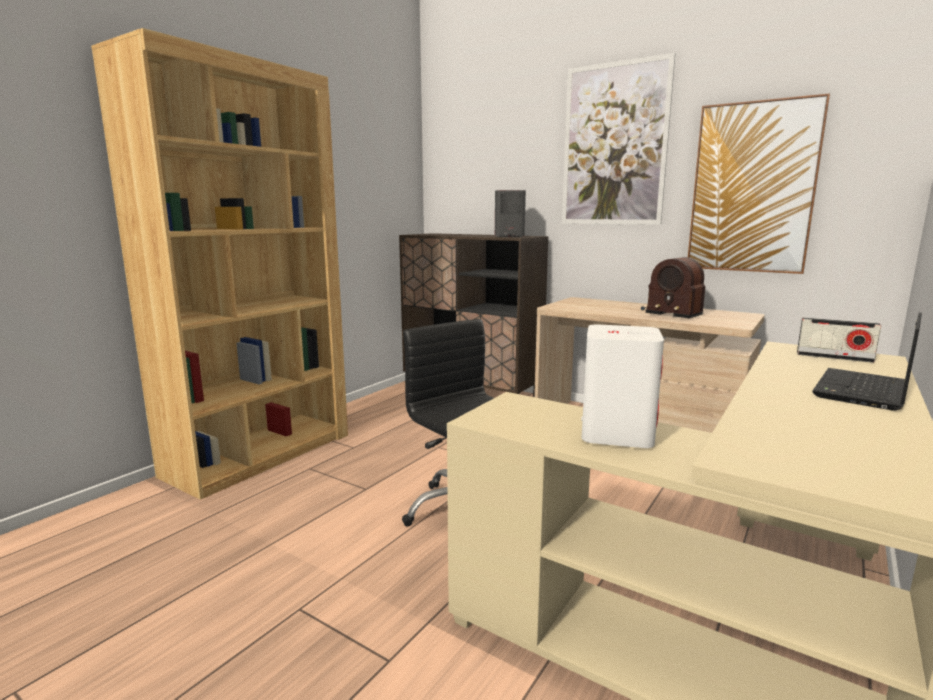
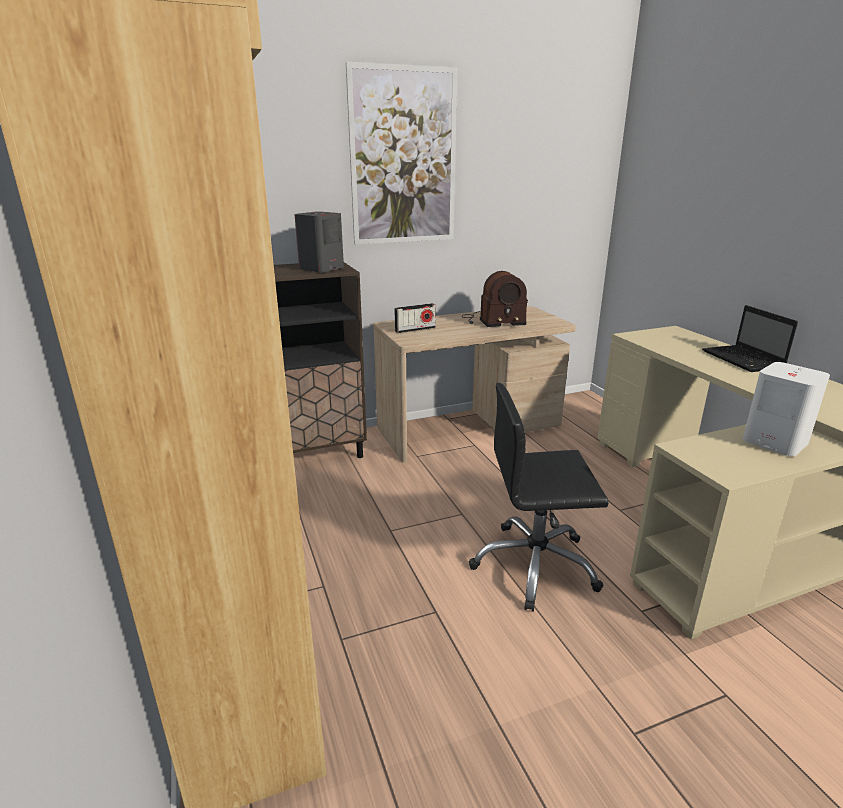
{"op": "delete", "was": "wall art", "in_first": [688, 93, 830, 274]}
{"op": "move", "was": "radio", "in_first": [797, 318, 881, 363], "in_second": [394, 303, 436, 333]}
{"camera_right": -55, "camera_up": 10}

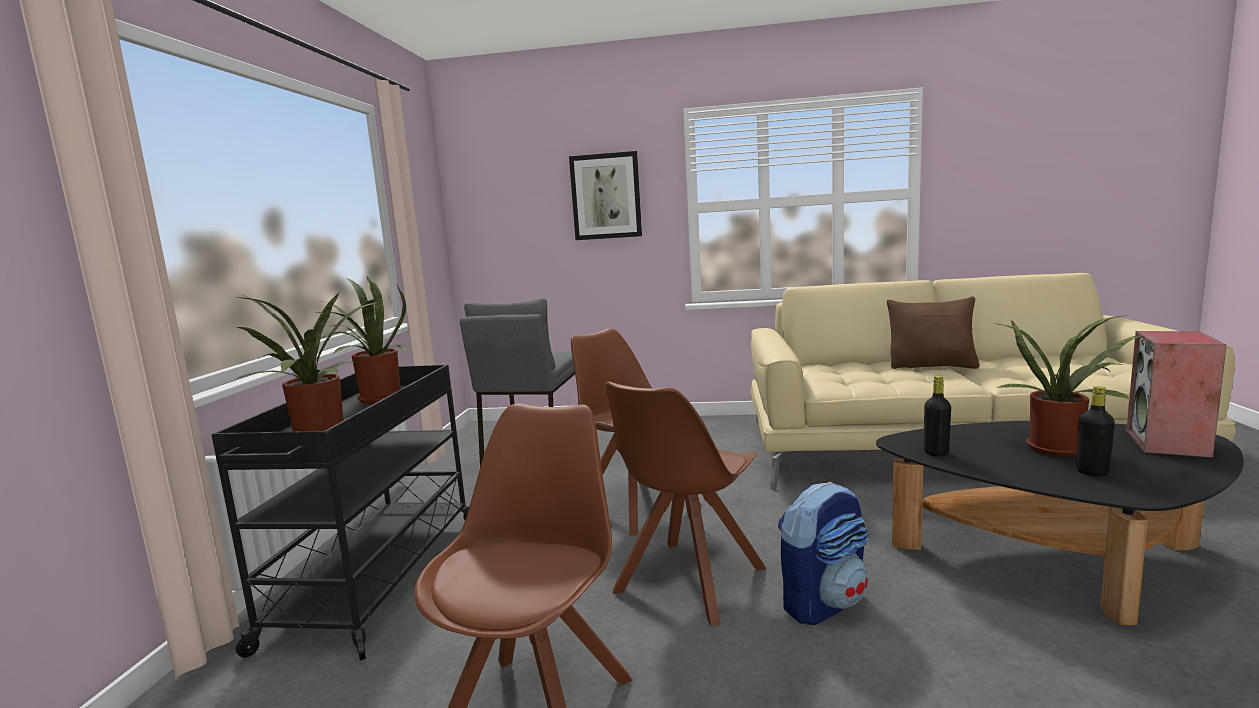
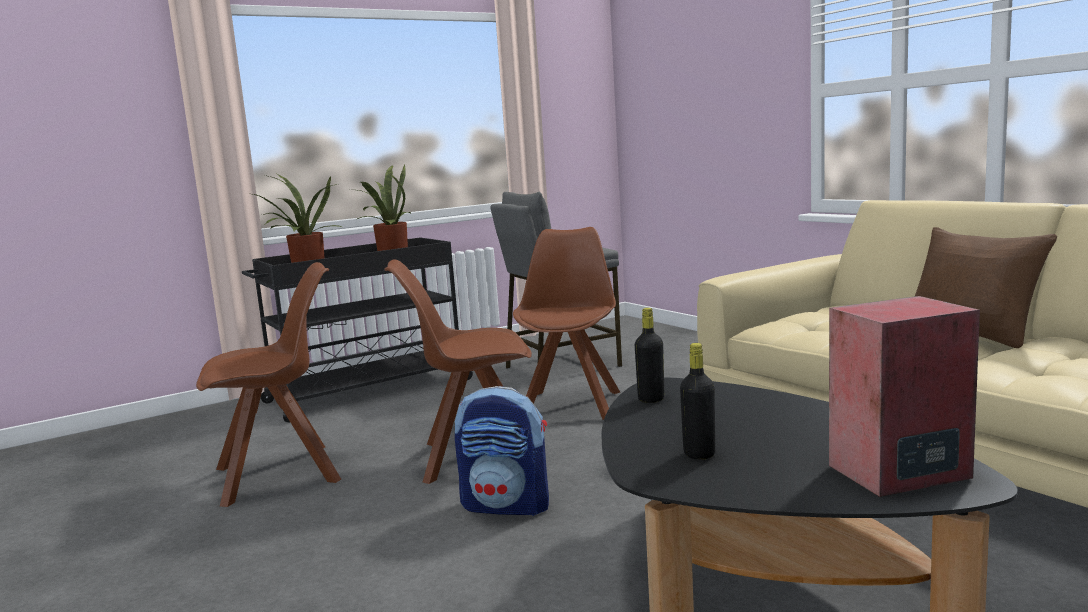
{"op": "delete", "was": "wall art", "in_first": [569, 151, 642, 240]}
{"op": "delete", "was": "plant in a pot", "in_first": [994, 315, 1142, 456]}
{"camera_right": 50, "camera_up": 0}

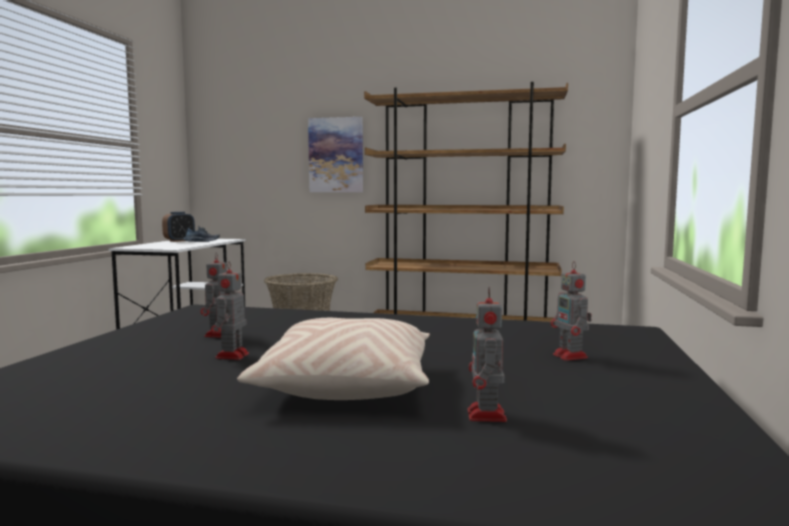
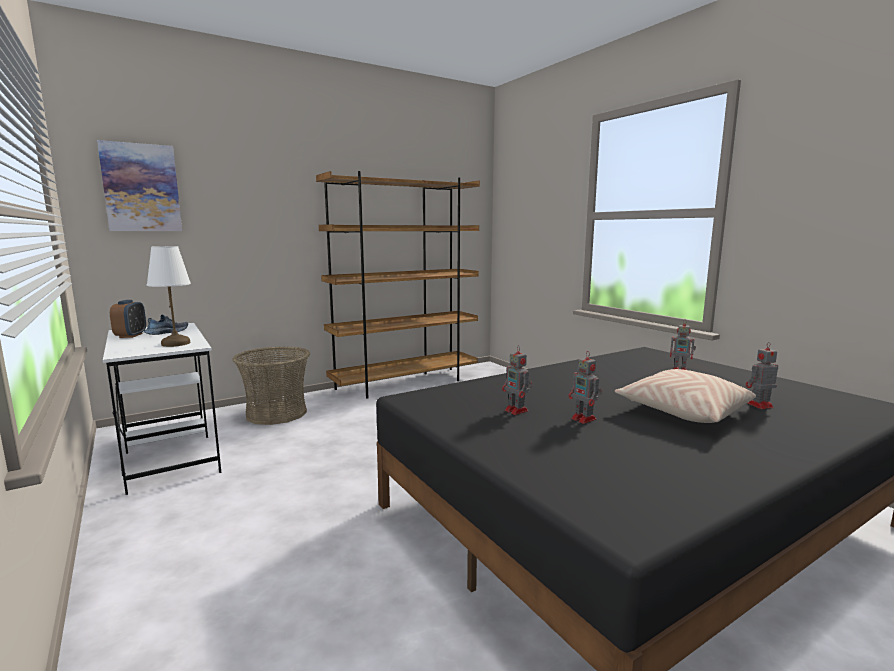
{"op": "move", "was": "wall art", "in_first": [308, 117, 363, 192], "in_second": [97, 140, 182, 231]}
{"op": "rotate", "was": "robot figure", "in_first": [467, 286, 507, 422], "in_second": [746, 342, 778, 409], "clockwise": 120}
{"op": "insert", "now": "white table lamp", "in_second": [147, 246, 191, 347]}
{"camera_right": -45, "camera_up": 5}

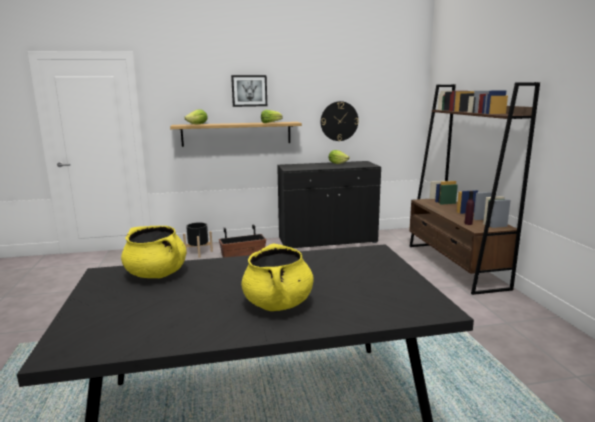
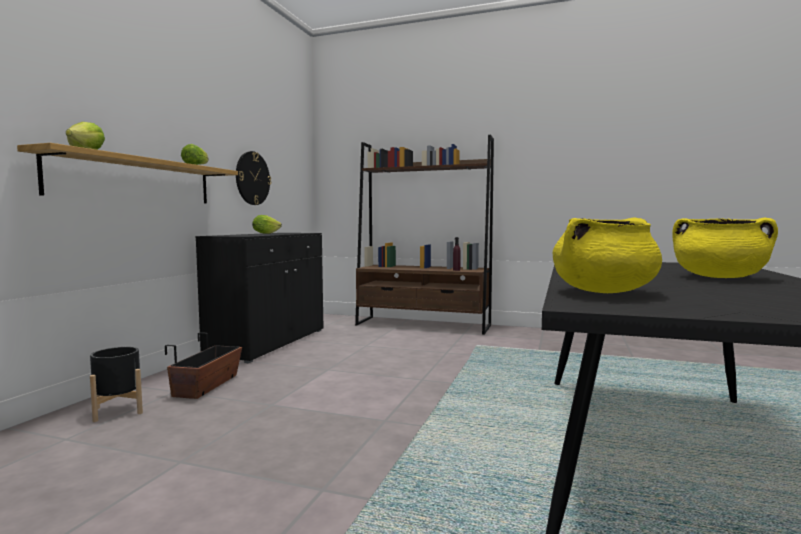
{"op": "delete", "was": "wall art", "in_first": [231, 75, 267, 107]}
{"camera_right": -60, "camera_up": -10}

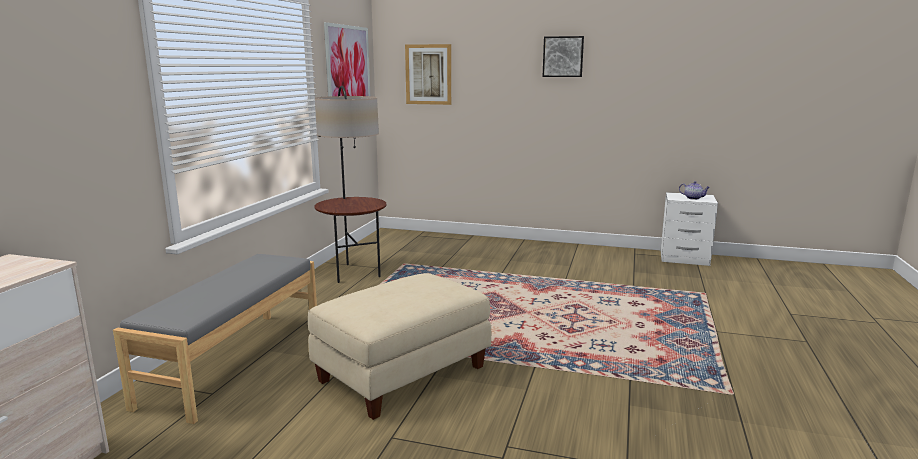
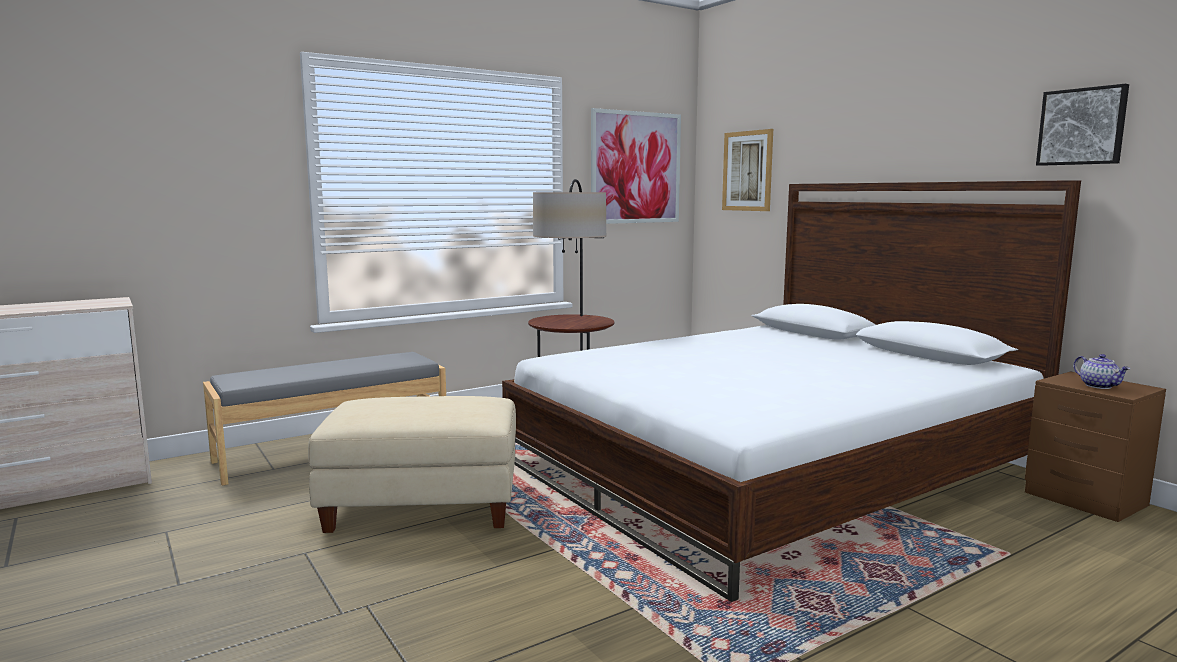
{"op": "move", "was": "wall art", "in_first": [542, 36, 584, 77], "in_second": [1036, 84, 1129, 166]}
{"op": "recolor", "was": "white night table", "now": "brownish night table", "in_first": [661, 192, 718, 266], "in_second": [1025, 372, 1166, 522]}
{"op": "insert", "now": "sleeping bed", "in_second": [502, 180, 1081, 602]}
{"camera_right": 40, "camera_up": -5}

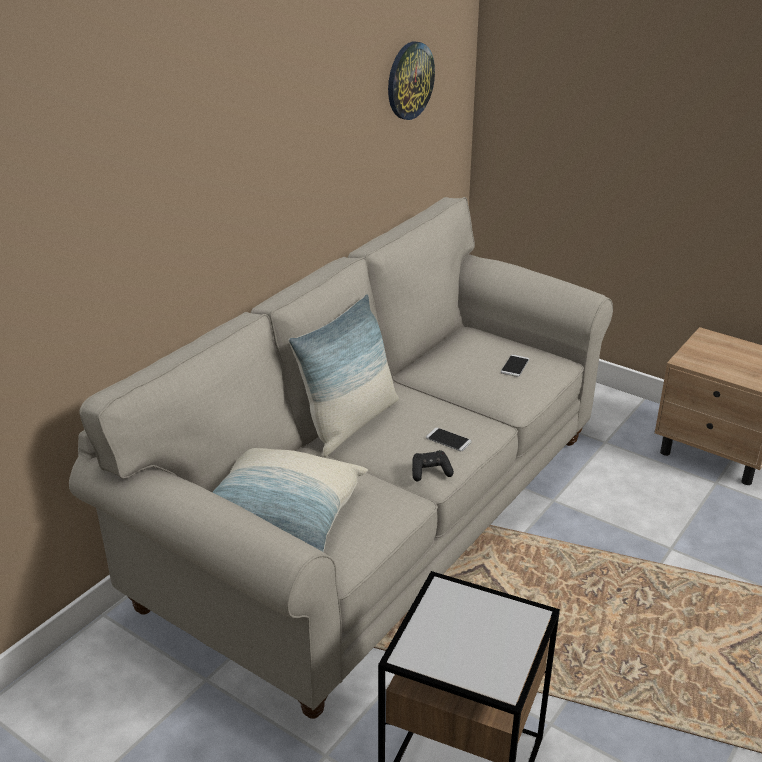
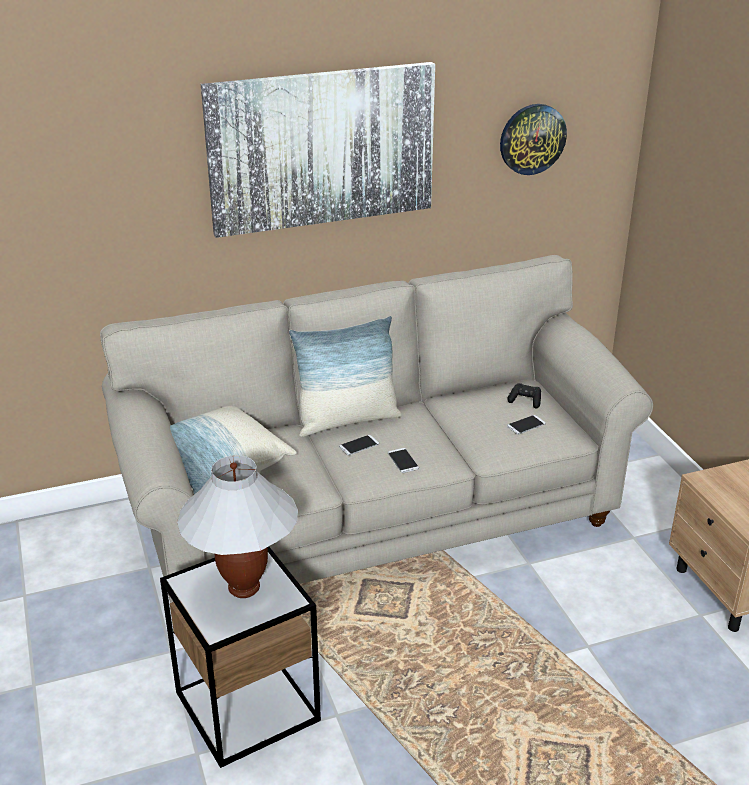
{"op": "move", "was": "blackish game controller", "in_first": [412, 450, 454, 482], "in_second": [507, 383, 541, 409]}
{"op": "insert", "now": "wall art", "in_second": [201, 62, 435, 238]}
{"op": "insert", "now": "telephone", "in_second": [339, 435, 379, 455]}
{"op": "insert", "now": "white table lamp", "in_second": [177, 455, 298, 598]}
{"camera_right": 35, "camera_up": 0}

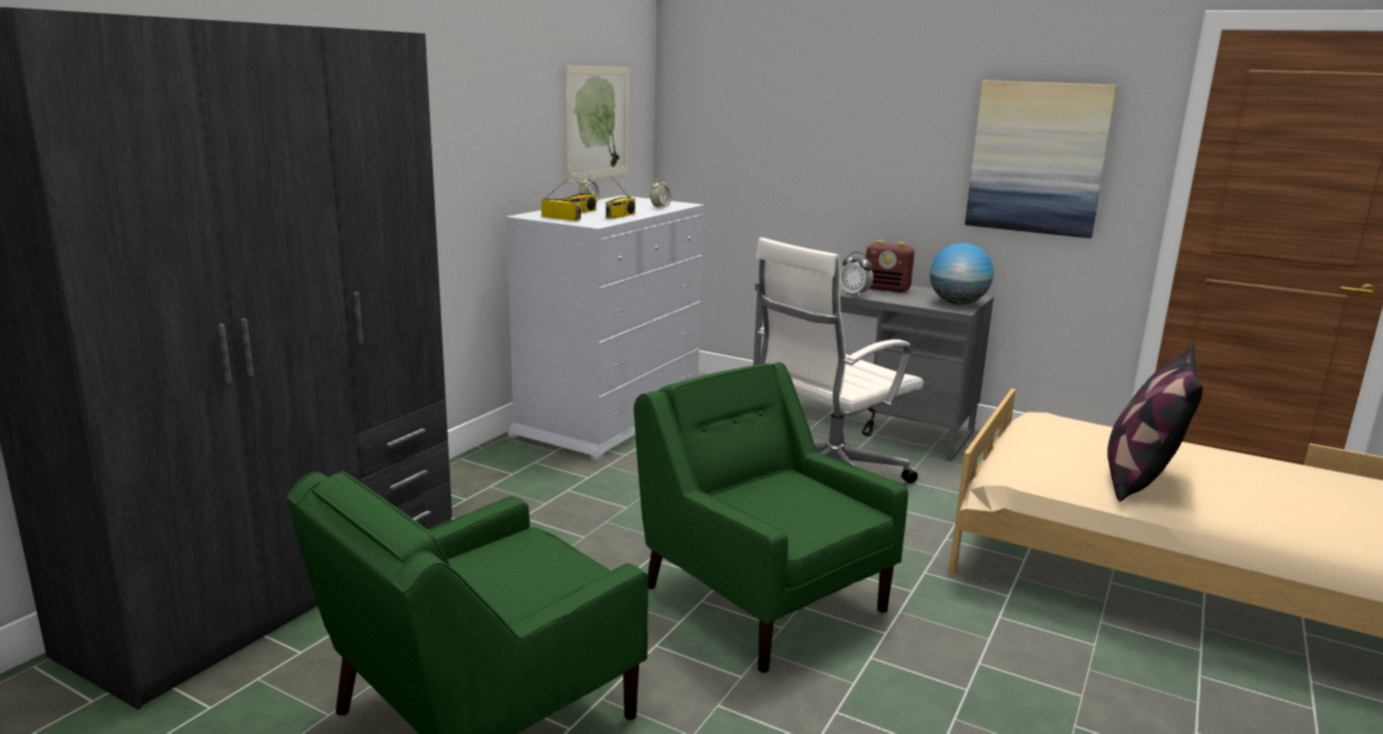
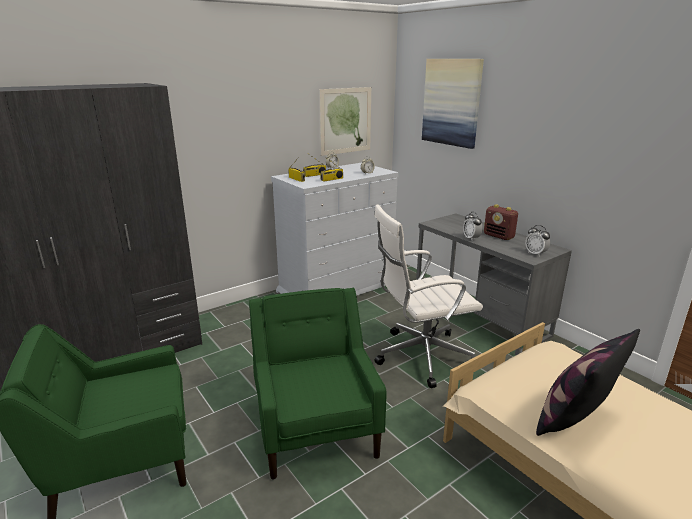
{"op": "move", "was": "wall art", "in_first": [965, 80, 1117, 238], "in_second": [422, 59, 484, 149]}
{"op": "replace", "was": "globe", "now": "table clock", "in_first": [930, 243, 994, 305], "in_second": [525, 225, 550, 257]}
{"camera_right": 25, "camera_up": 5}

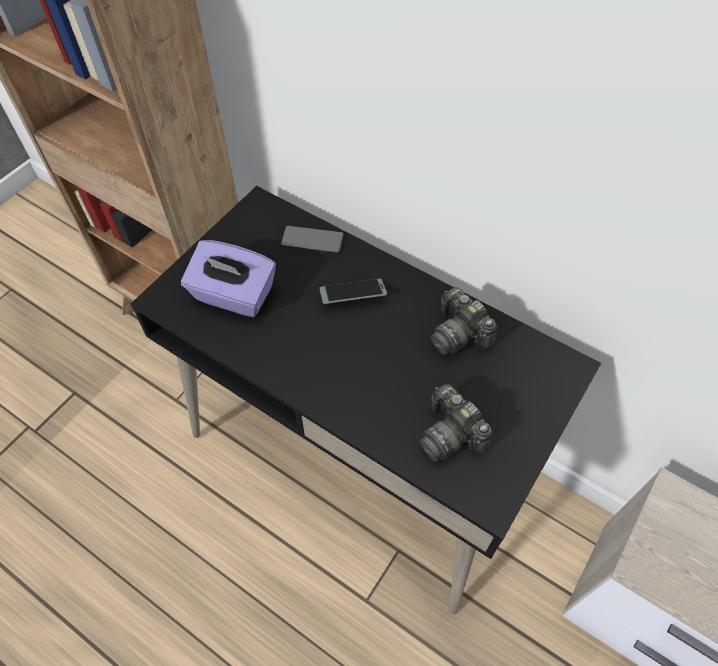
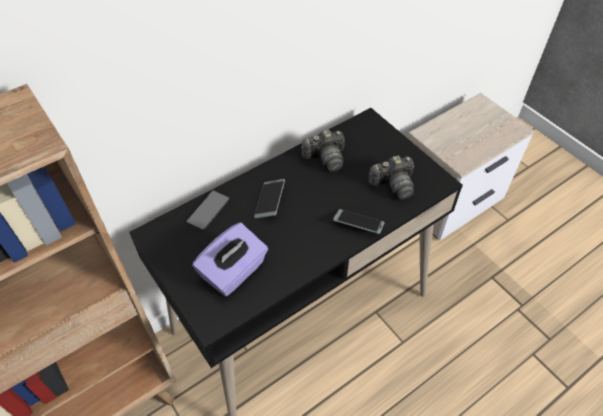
{"op": "insert", "now": "telephone", "in_second": [333, 209, 385, 234]}
{"camera_right": -70, "camera_up": -5}

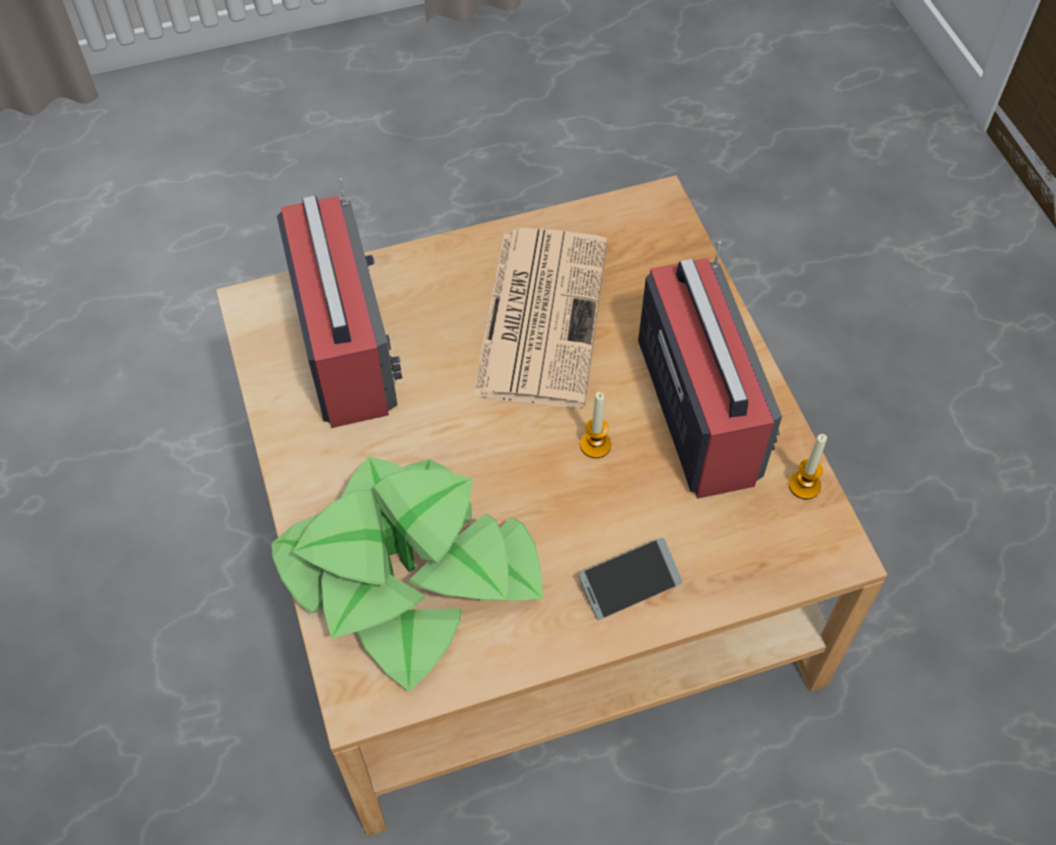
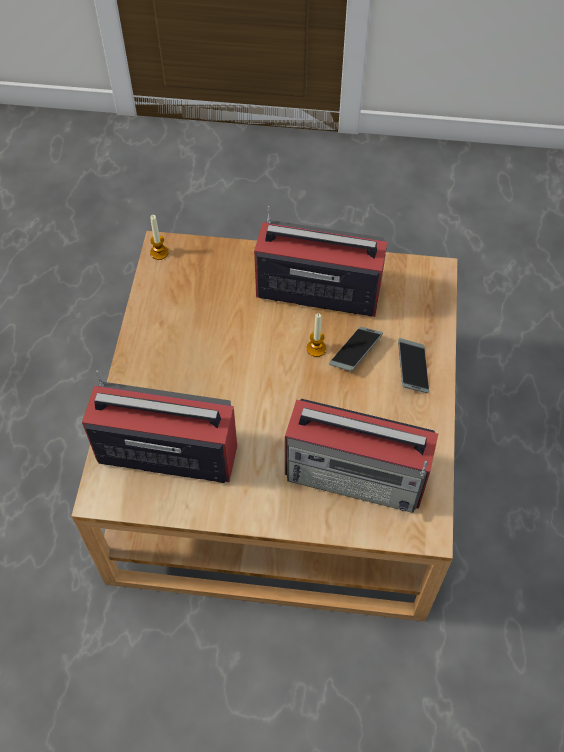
{"op": "delete", "was": "daily paper", "in_first": [472, 228, 607, 408]}
{"op": "move", "was": "wax light", "in_first": [789, 434, 827, 499], "in_second": [150, 215, 169, 260]}
{"op": "replace", "was": "plant in a pot", "now": "radio", "in_first": [271, 457, 543, 692], "in_second": [285, 399, 438, 513]}
{"op": "insert", "now": "telephone", "in_second": [329, 327, 383, 371]}
{"camera_right": -65, "camera_up": 0}

